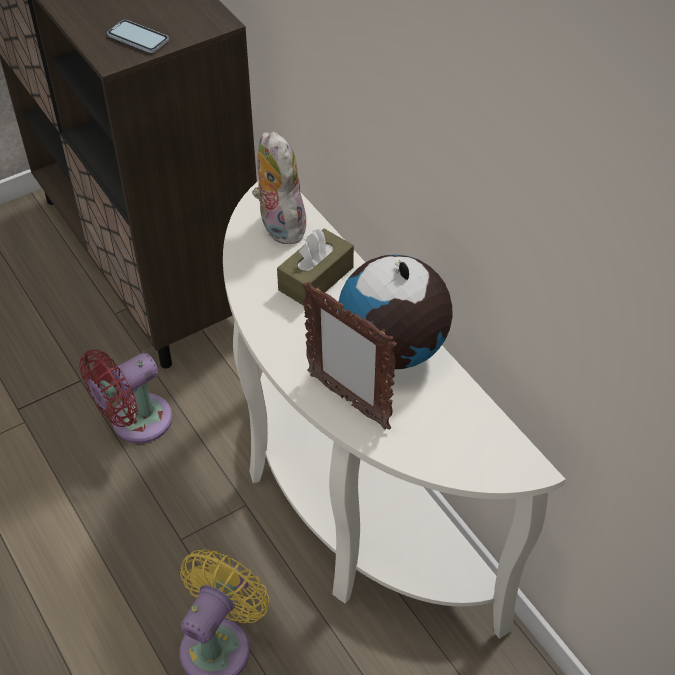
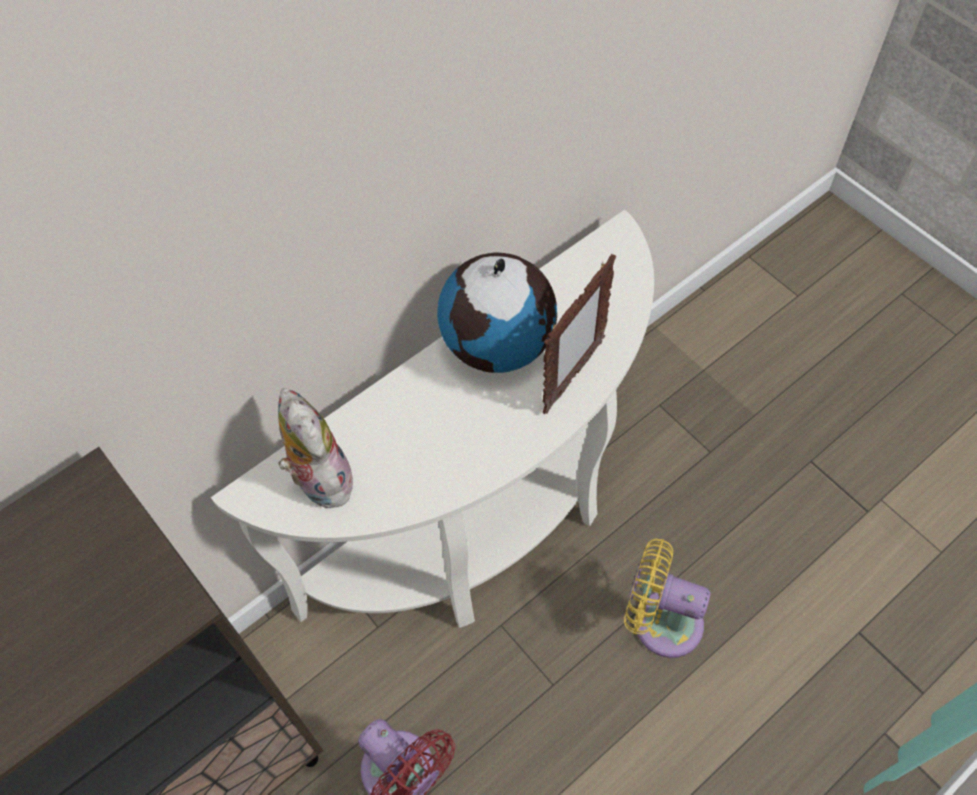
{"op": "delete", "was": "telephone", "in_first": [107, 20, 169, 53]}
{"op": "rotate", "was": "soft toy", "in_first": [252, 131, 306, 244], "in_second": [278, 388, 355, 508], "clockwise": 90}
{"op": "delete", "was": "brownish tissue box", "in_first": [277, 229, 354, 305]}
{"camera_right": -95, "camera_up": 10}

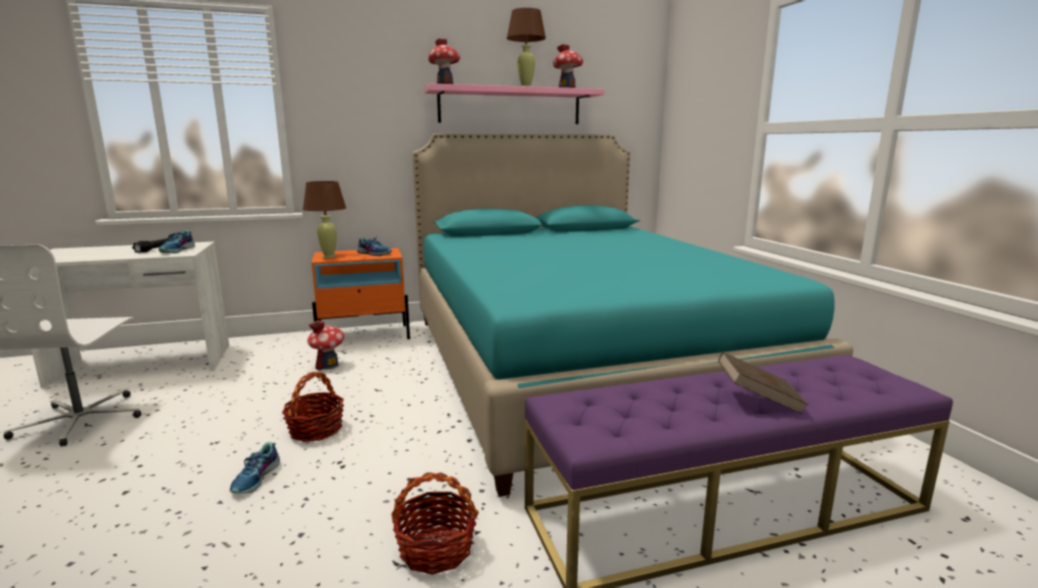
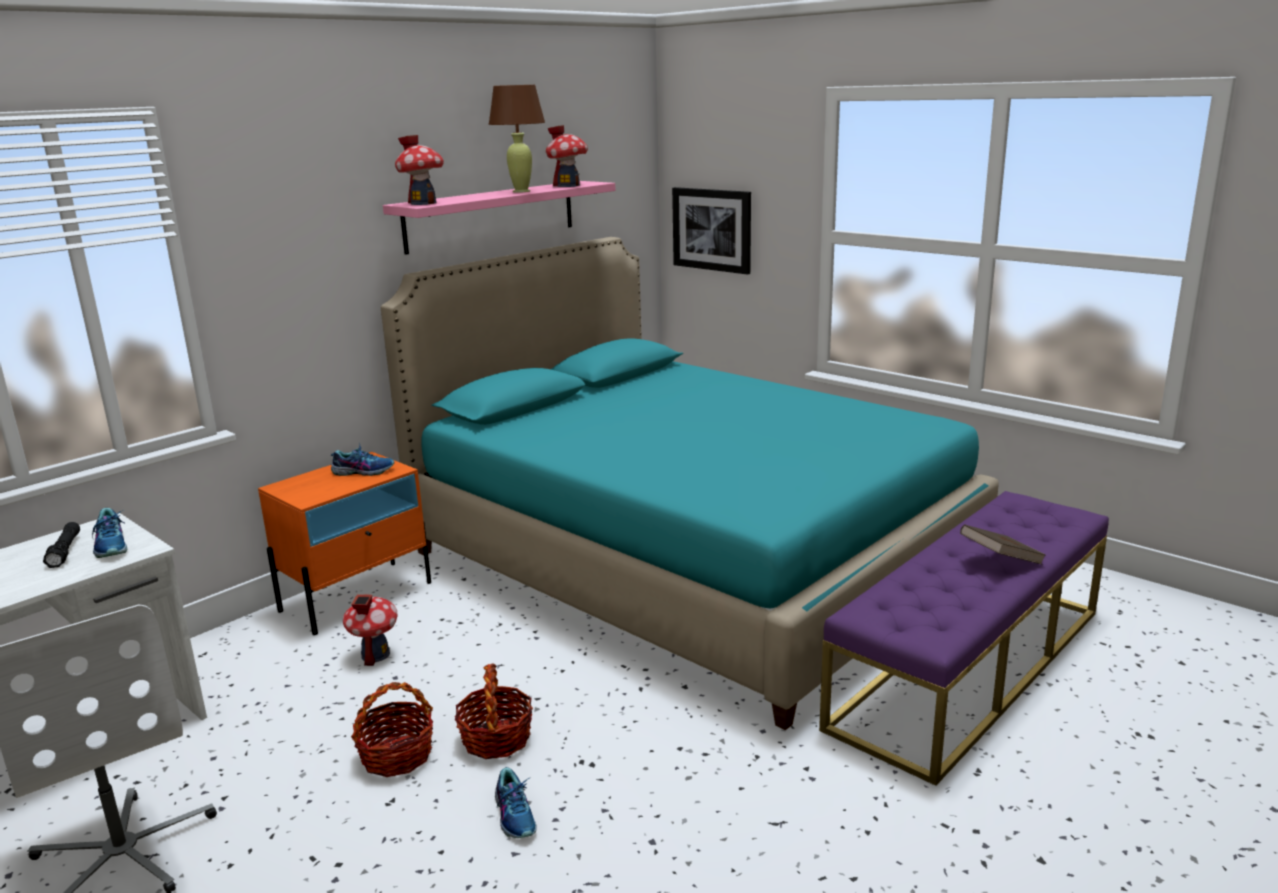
{"op": "delete", "was": "brownish table lamp", "in_first": [303, 181, 346, 258]}
{"op": "move", "was": "basket", "in_first": [391, 472, 479, 575], "in_second": [351, 682, 434, 777]}
{"op": "insert", "now": "wall art", "in_second": [672, 187, 751, 275]}
{"camera_right": -30, "camera_up": 5}

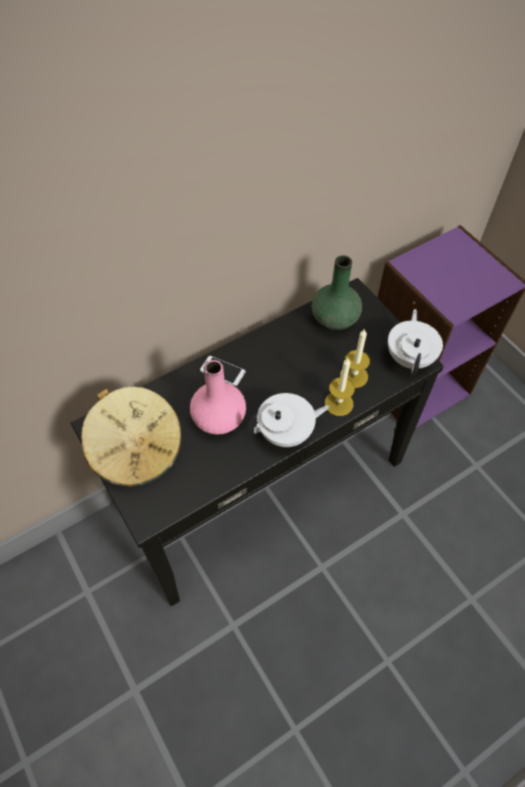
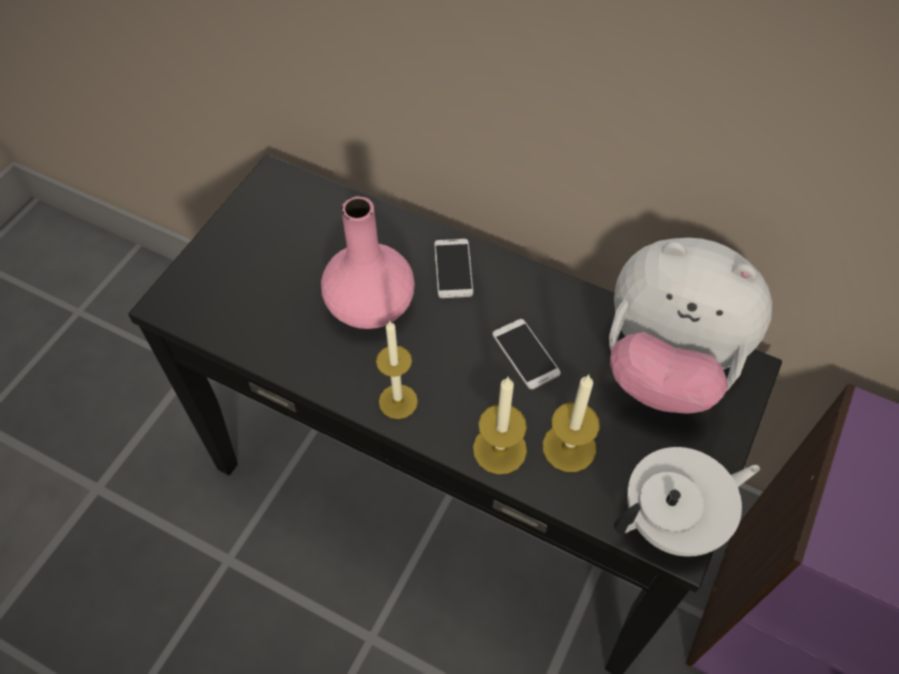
{"op": "replace", "was": "green flower vase", "now": "soft toy", "in_first": [312, 255, 362, 330], "in_second": [609, 238, 772, 414]}
{"op": "delete", "was": "beige-coloured hat", "in_first": [81, 386, 182, 487]}
{"op": "replace", "was": "white teapot", "now": "wax light", "in_first": [246, 393, 330, 447], "in_second": [376, 321, 418, 419]}
{"op": "insert", "now": "telephone", "in_second": [492, 319, 561, 389]}
{"camera_right": 60, "camera_up": 0}

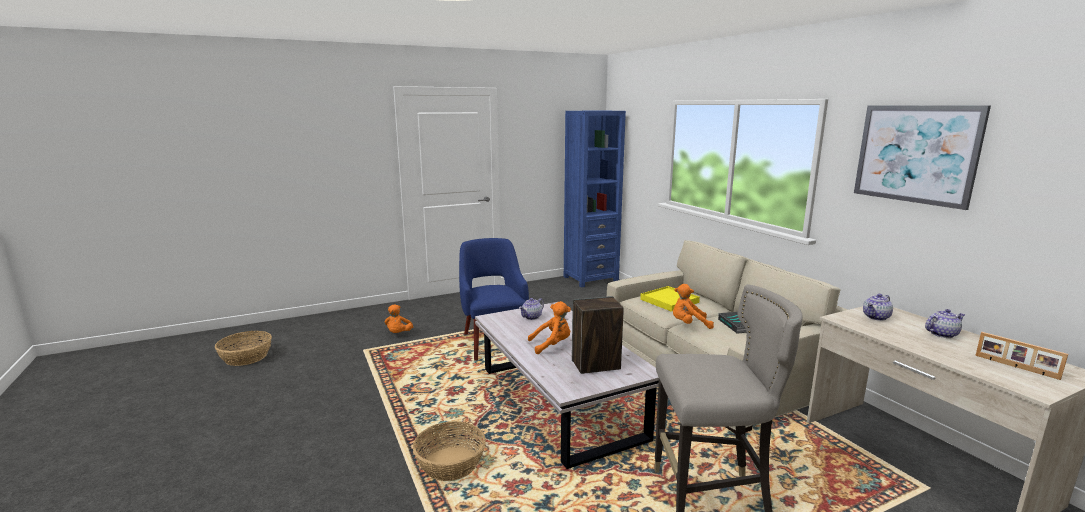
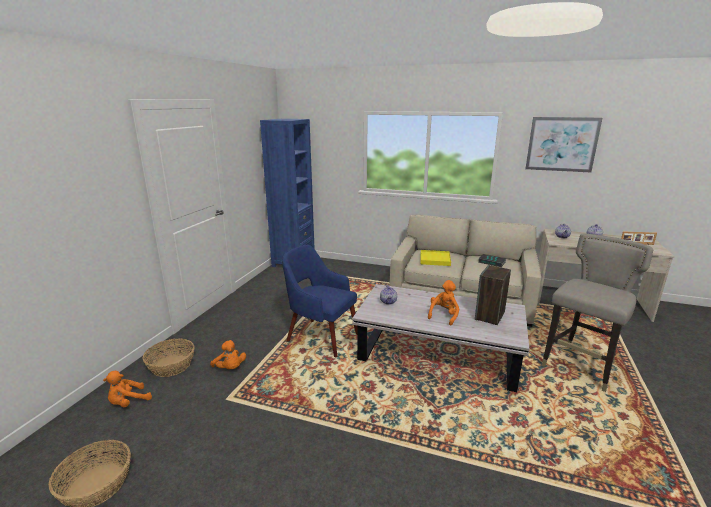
{"op": "move", "was": "orangey soft toy", "in_first": [673, 284, 714, 329], "in_second": [103, 371, 152, 407]}
{"op": "move", "was": "basket", "in_first": [413, 421, 486, 481], "in_second": [142, 339, 195, 377]}
{"camera_right": -45, "camera_up": 5}

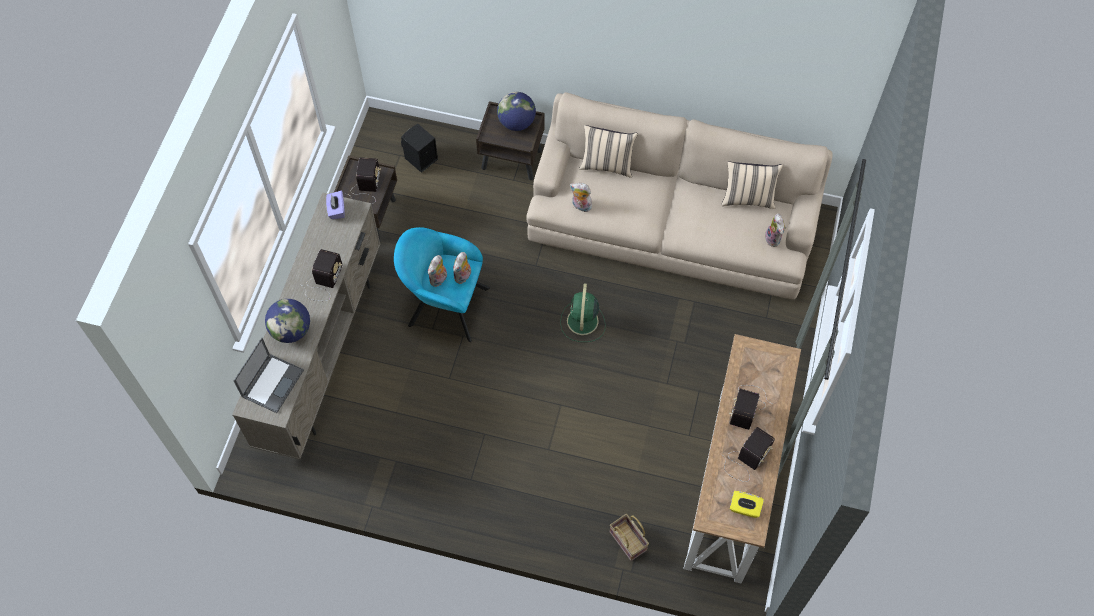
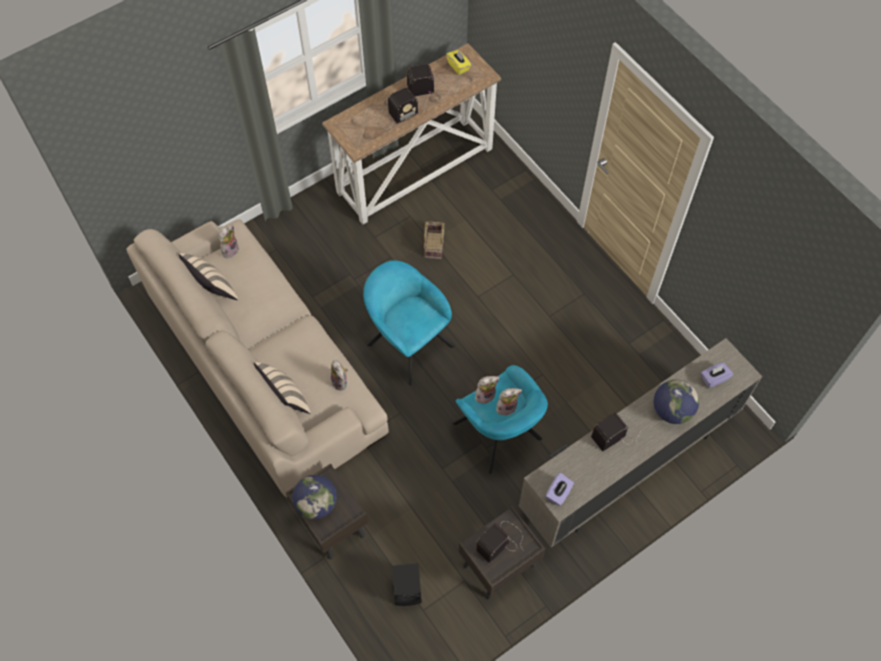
{"op": "replace", "was": "green cooling fan", "now": "blue-green lounge chair", "in_first": [560, 284, 606, 342], "in_second": [363, 260, 455, 385]}
{"op": "replace", "was": "laptop", "now": "purple tissue box", "in_first": [234, 338, 304, 413], "in_second": [701, 362, 733, 388]}
{"op": "move", "was": "basket", "in_first": [610, 514, 649, 561], "in_second": [424, 221, 445, 259]}
{"camera_right": -140, "camera_up": 0}

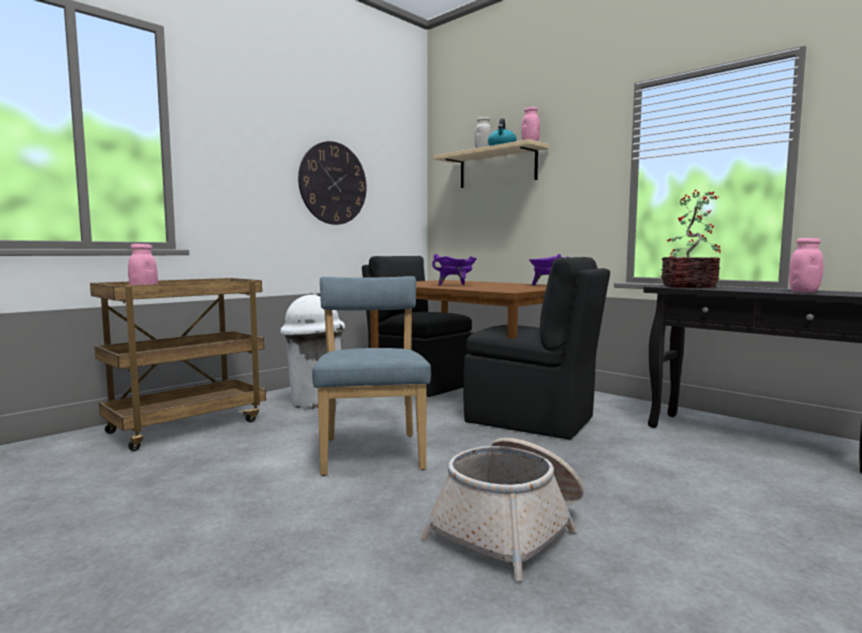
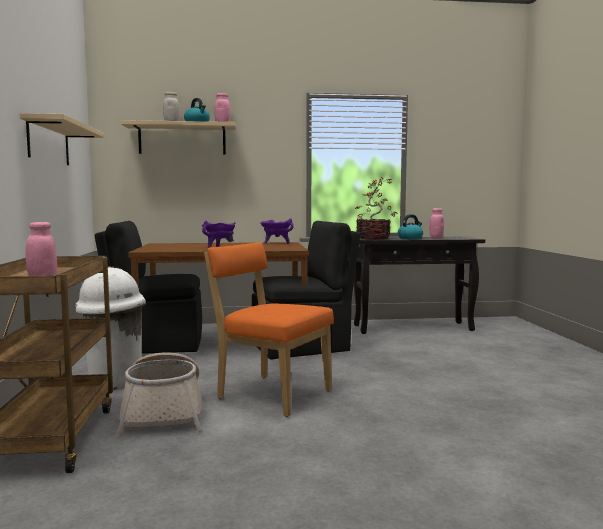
{"op": "replace", "was": "wall clock", "now": "beige-coloured wall shelf", "in_first": [298, 141, 367, 225], "in_second": [19, 113, 105, 165]}
{"op": "recolor", "was": "blue chair", "now": "orangey chair", "in_first": [312, 276, 431, 476], "in_second": [204, 242, 334, 417]}
{"op": "move", "was": "basket", "in_first": [421, 438, 583, 581], "in_second": [116, 353, 202, 437]}
{"op": "insert", "now": "water kettle", "in_second": [398, 214, 423, 239]}
{"camera_right": -50, "camera_up": 0}

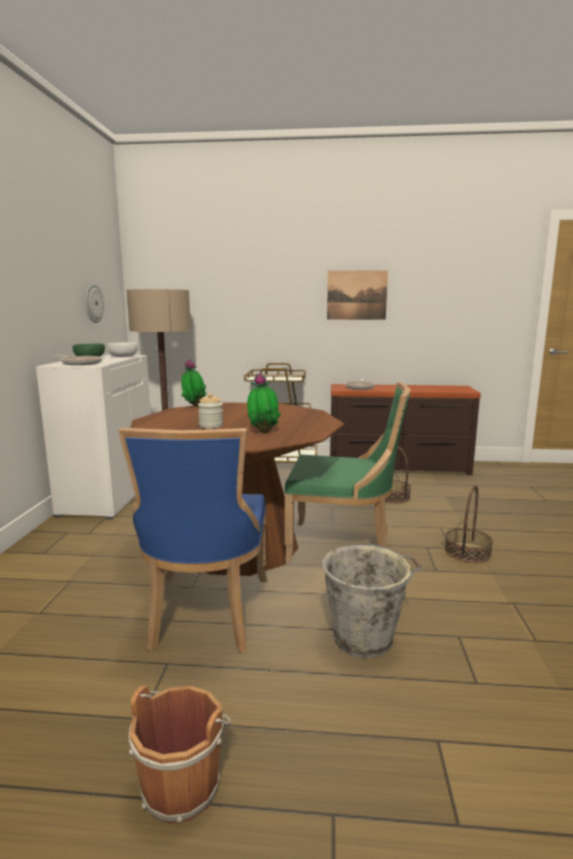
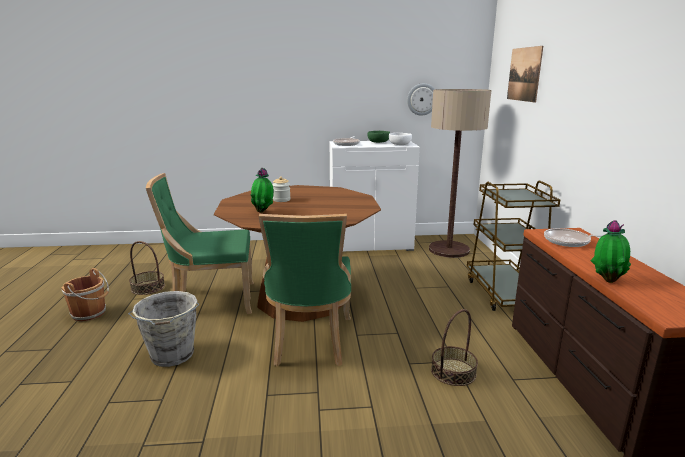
{"op": "move", "was": "wall art", "in_first": [327, 270, 388, 320], "in_second": [507, 46, 543, 103]}
{"op": "move", "was": "plant in a pot", "in_first": [181, 360, 206, 407], "in_second": [591, 220, 631, 283]}
{"op": "recolor", "was": "blue chair", "now": "green chair", "in_first": [119, 428, 268, 652], "in_second": [146, 173, 254, 314]}
{"op": "move", "was": "basket", "in_first": [444, 485, 493, 563], "in_second": [129, 241, 165, 295]}
{"camera_right": 80, "camera_up": 5}

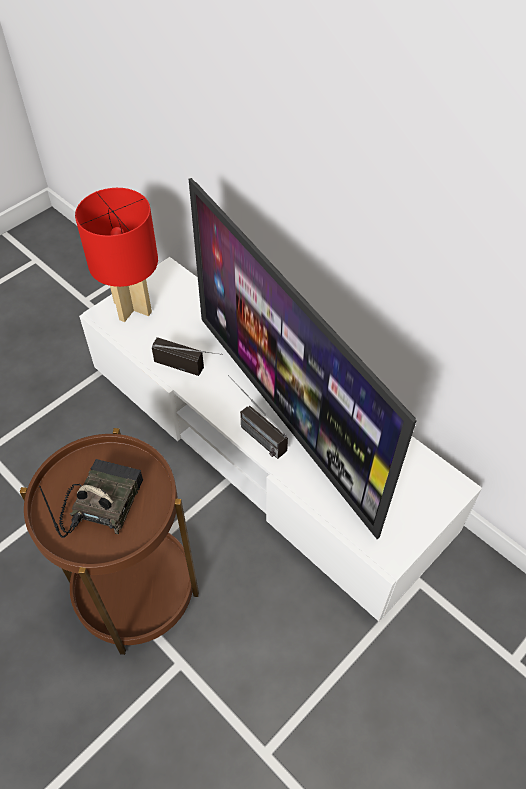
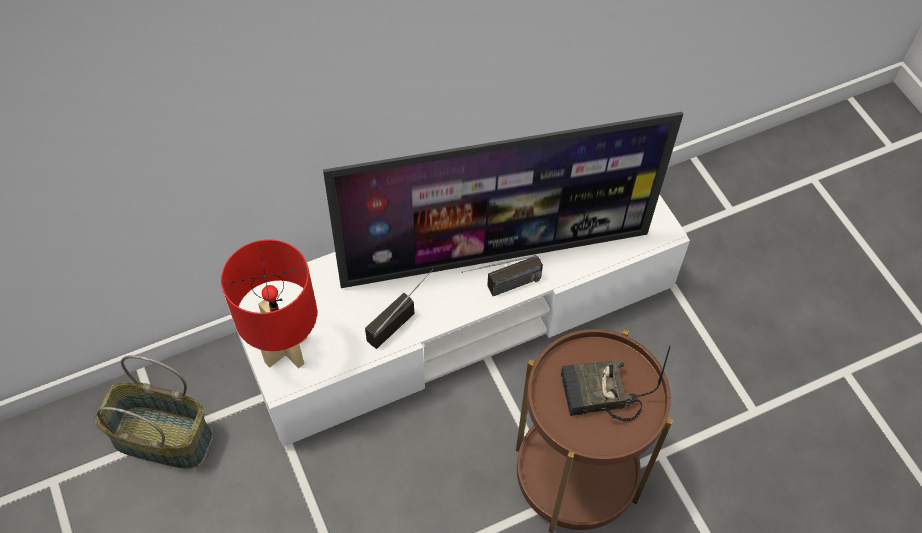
{"op": "rotate", "was": "radio", "in_first": [39, 459, 143, 538], "in_second": [561, 345, 671, 422], "clockwise": -45}
{"op": "insert", "now": "basket", "in_second": [95, 355, 212, 468]}
{"camera_right": -70, "camera_up": 5}

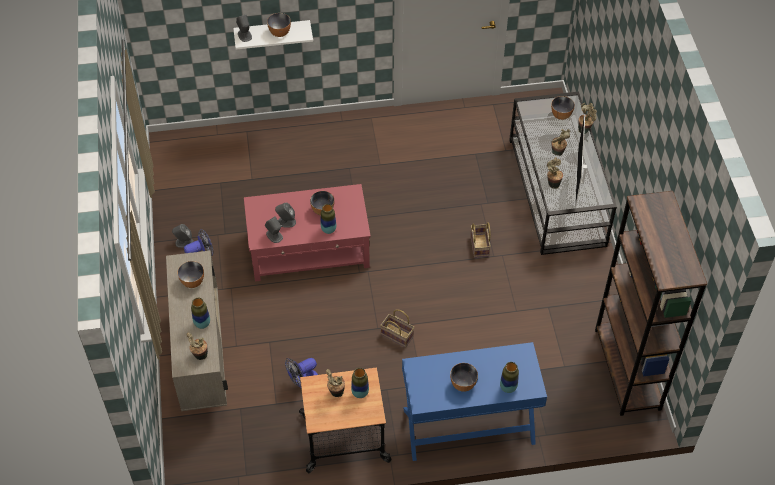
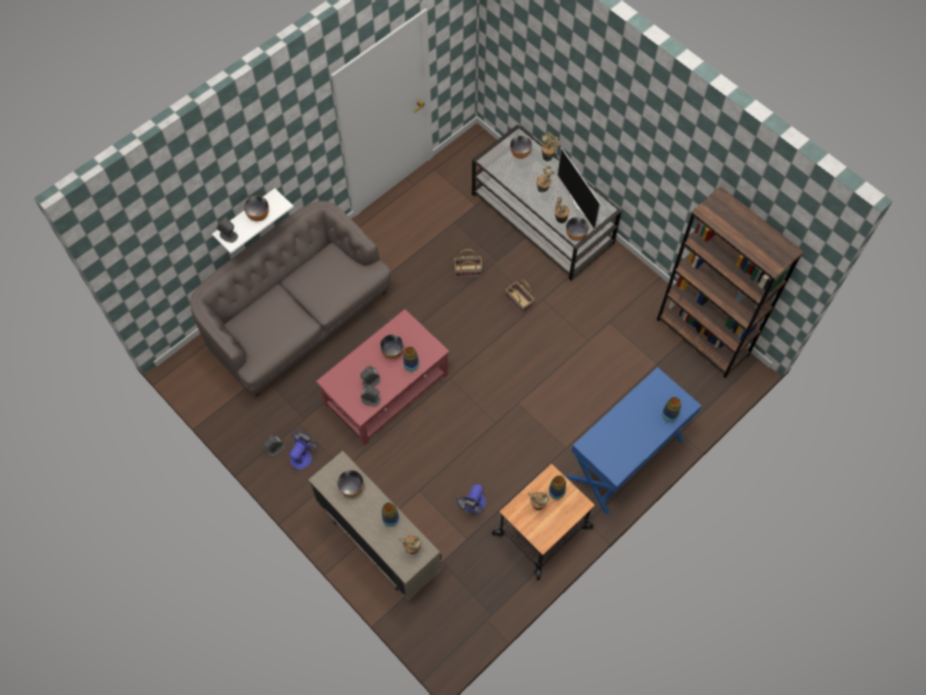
{"op": "move", "was": "basket", "in_first": [380, 309, 414, 347], "in_second": [454, 249, 482, 278]}
{"op": "move", "was": "deep dish", "in_first": [450, 363, 478, 392], "in_second": [566, 217, 589, 241]}
{"op": "insert", "now": "gray settee", "in_second": [191, 201, 392, 397]}
{"camera_right": -35, "camera_up": 10}

